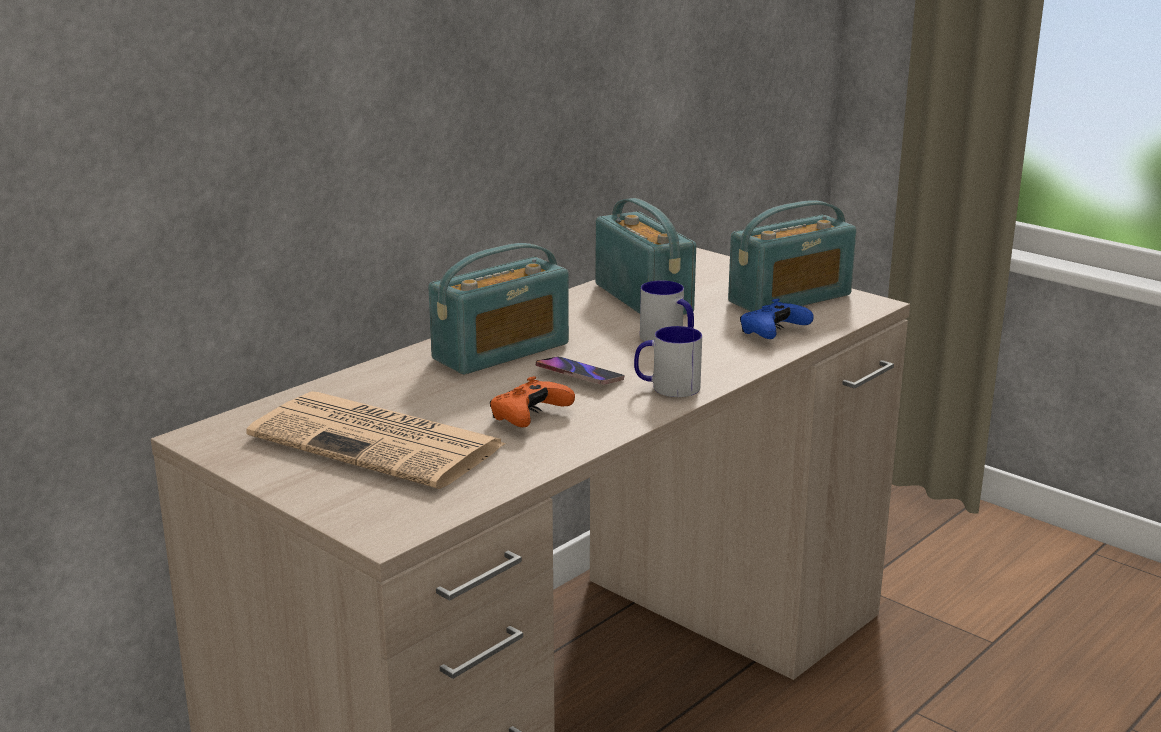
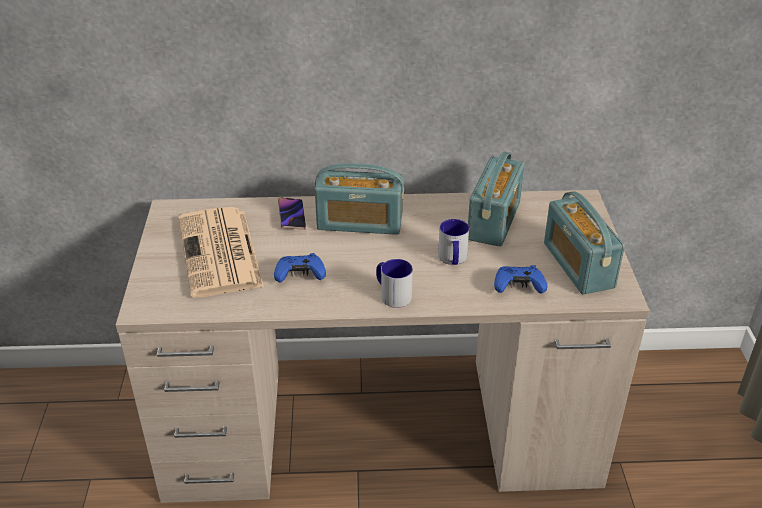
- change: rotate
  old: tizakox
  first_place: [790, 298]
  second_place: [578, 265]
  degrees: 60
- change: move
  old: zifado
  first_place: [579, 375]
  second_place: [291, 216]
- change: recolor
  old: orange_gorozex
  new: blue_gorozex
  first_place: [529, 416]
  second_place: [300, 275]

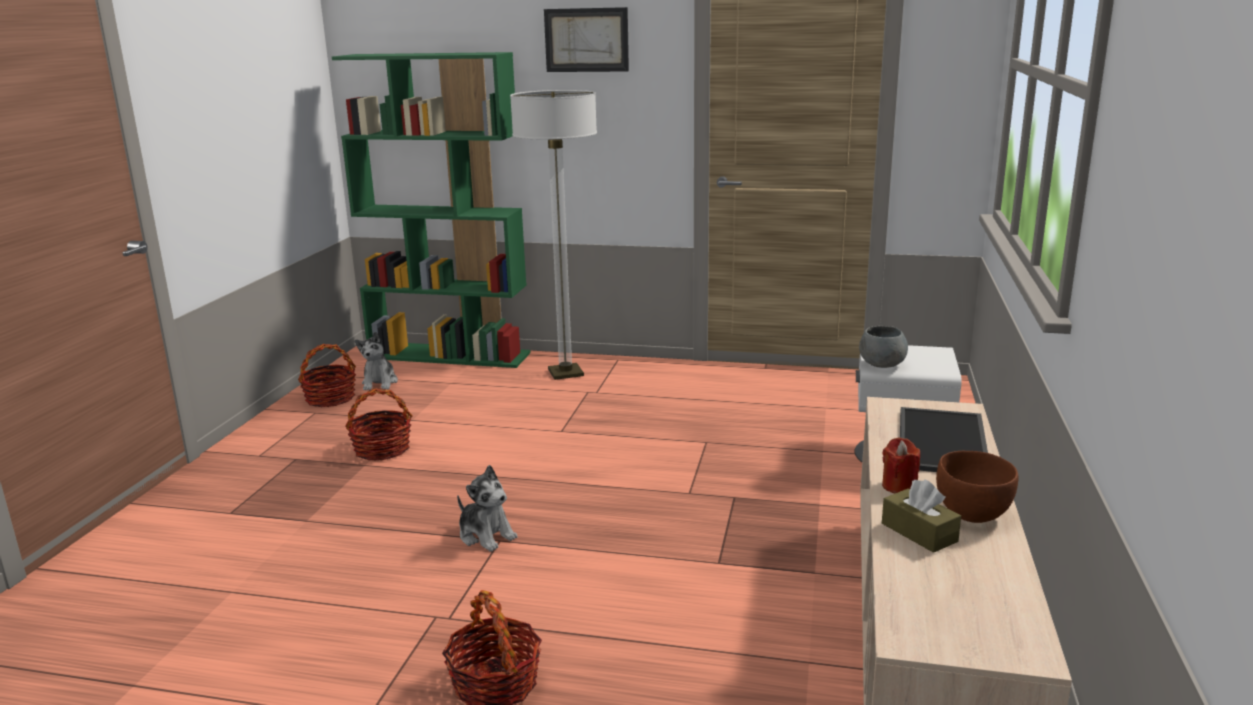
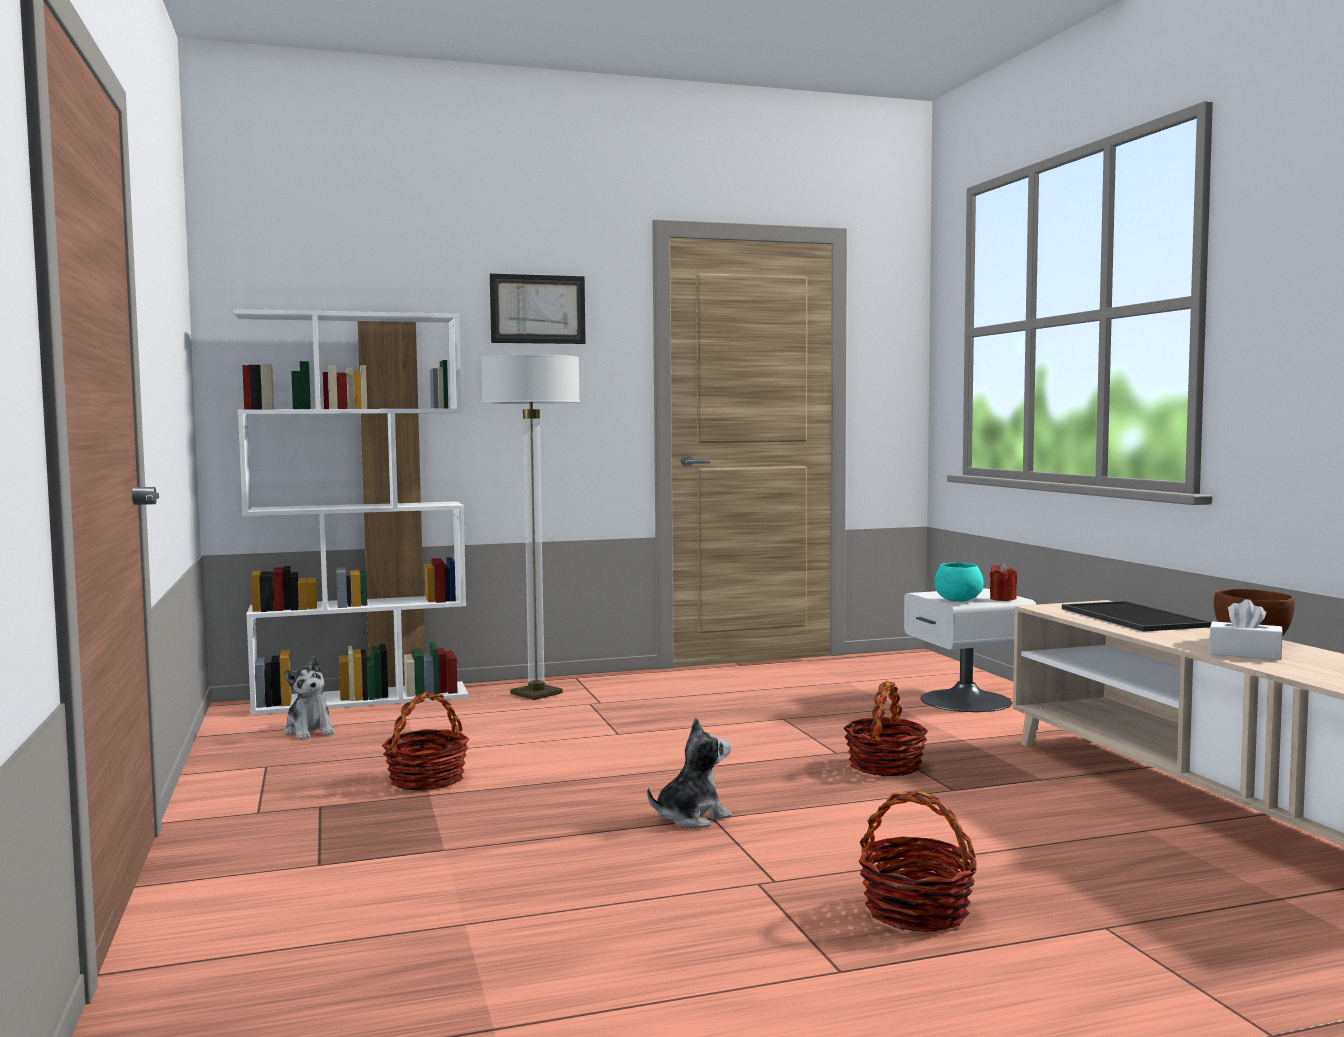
- change: recolor
  old: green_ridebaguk
  new: white_ridebaguk
  first_place: [450, 355]
  second_place: [362, 698]
- change: recolor
  old: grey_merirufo
  new: turquoise_merirufo
  first_place: [881, 365]
  second_place: [957, 600]
- change: move
  old: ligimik
  first_place: [330, 398]
  second_place: [885, 766]
- change: move
  old: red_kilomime
  first_place: [899, 486]
  second_place: [1002, 599]
- change: rotate
  old: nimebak
  first_place: [486, 535]
  second_place: [691, 817]
  degrees: -45
- change: recolor
  old: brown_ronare
  new: white_ronare
  first_place: [919, 532]
  second_place: [1245, 654]

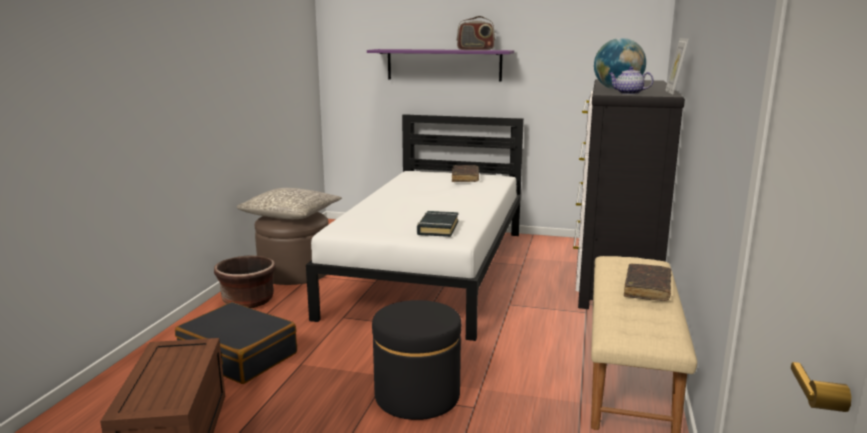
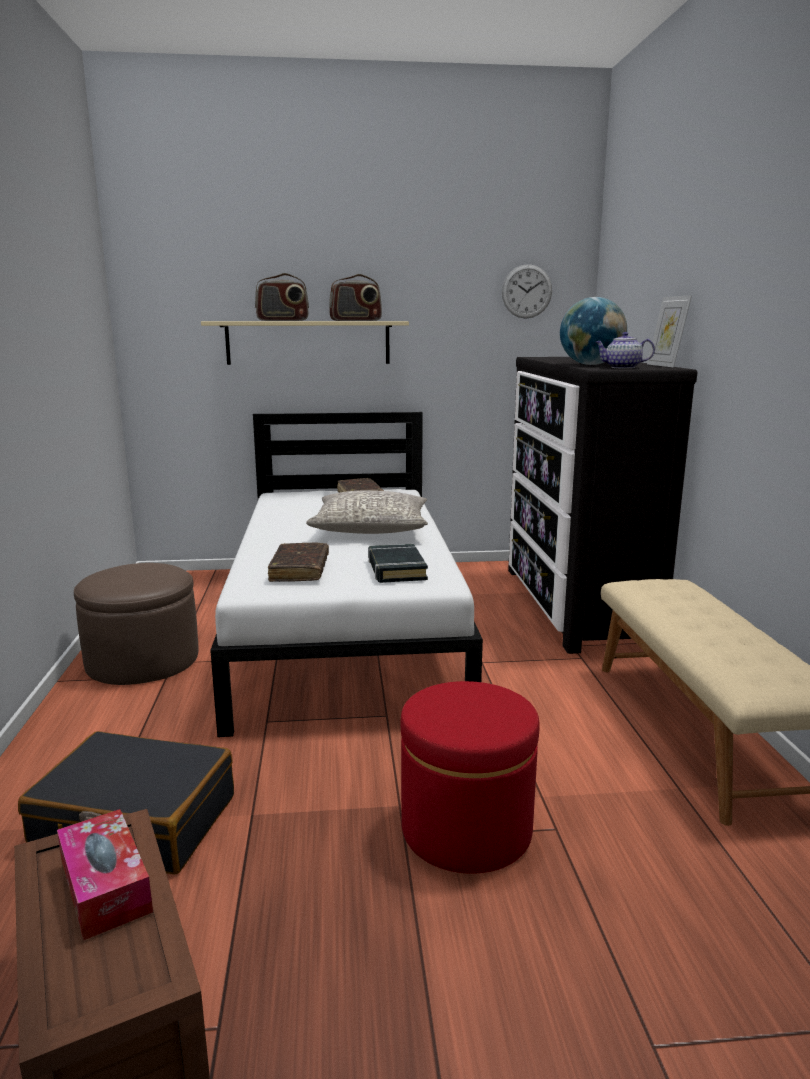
- change: recolor
  old: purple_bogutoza
  new: beige_bogutoza
  first_place: [444, 65]
  second_place: [308, 342]
- change: move
  old: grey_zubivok
  first_place: [291, 215]
  second_place: [371, 528]
- change: delete
  old: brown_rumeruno
  first_place: [248, 301]
- change: move
  old: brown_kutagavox
  first_place: [647, 289]
  second_place: [299, 570]
- change: recolor
  old: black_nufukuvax
  new: red_nufukuvax
  first_place: [417, 396]
  second_place: [466, 829]
- change: insert
  new: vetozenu
  second_place: [526, 291]
- change: insert
  new: tizakox
  second_place: [282, 320]
- change: insert
  new: ronare
  second_place: [105, 886]

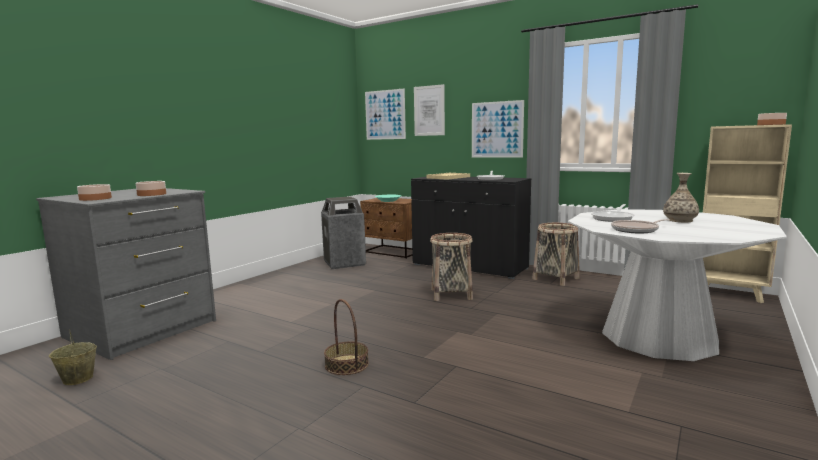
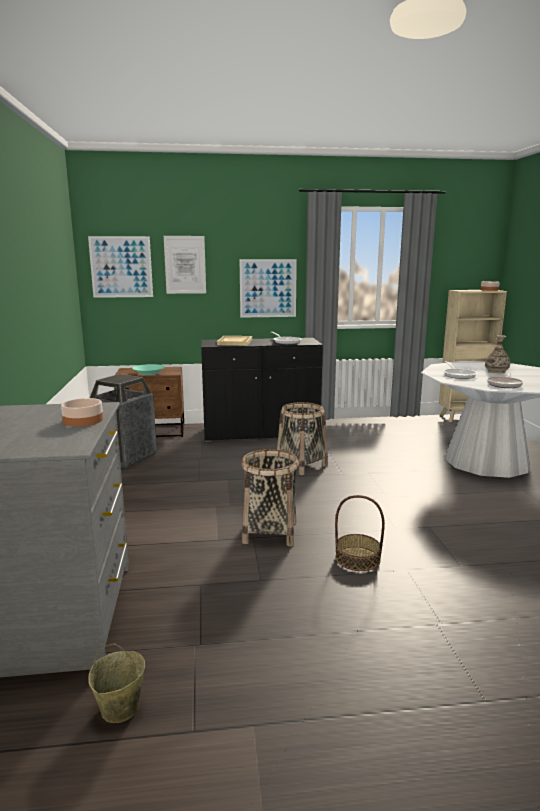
- change: delete
  old: merirufo
  first_place: [96, 198]
- change: move
  old: ligimik
  first_place: [556, 278]
  second_place: [270, 532]

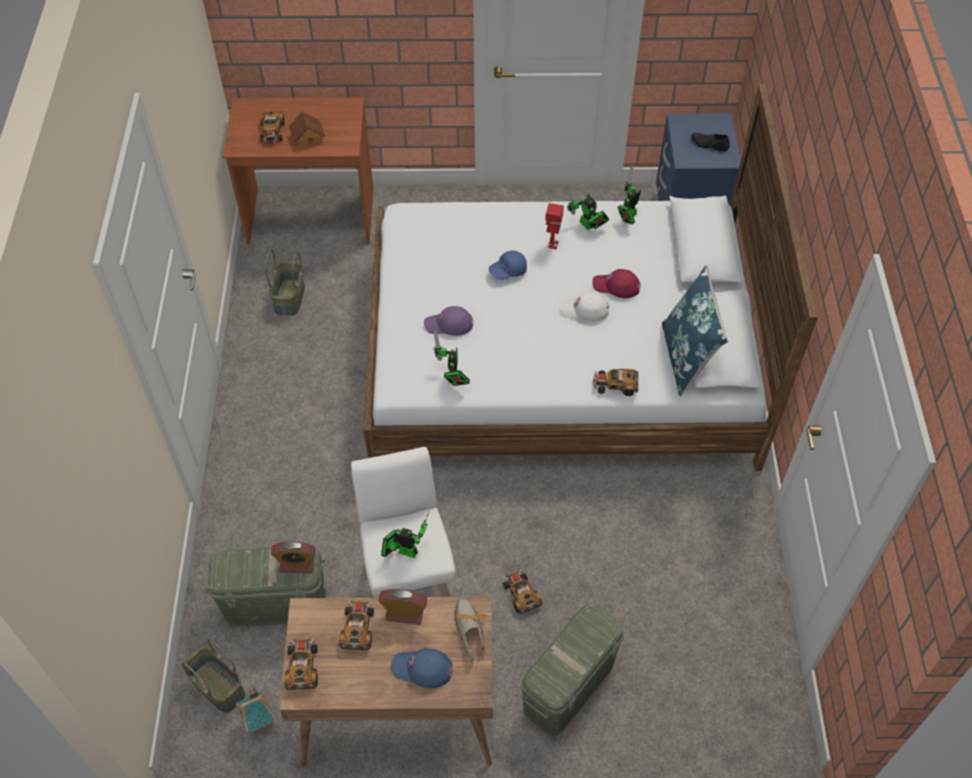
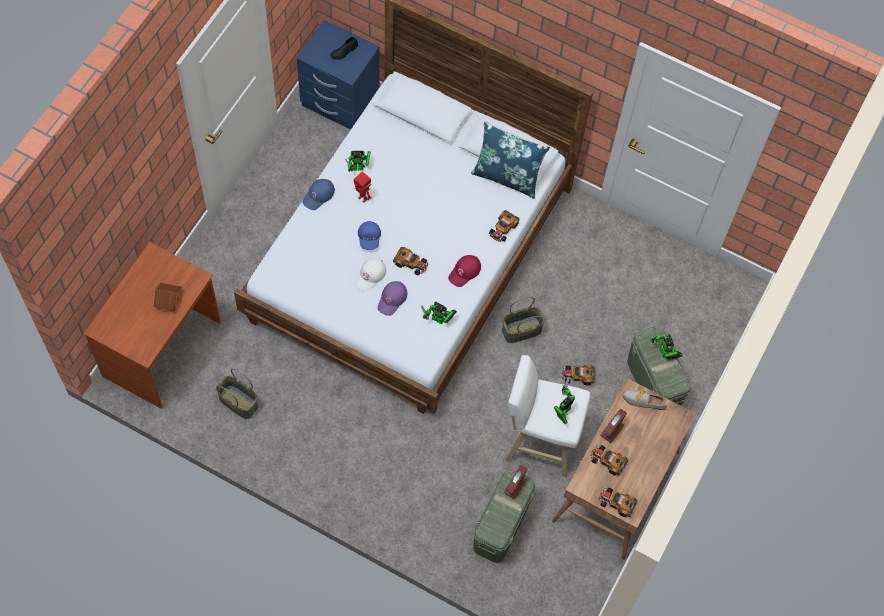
- change: move
  old: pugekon
  first_place: [272, 132]
  second_place: [411, 263]
- change: move
  old: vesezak
  first_place: [627, 218]
  second_place: [664, 353]
- change: move
  old: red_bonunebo
  first_place: [616, 286]
  second_place: [464, 272]
- change: move
  old: white_bonunebo
  first_place: [585, 310]
  second_place: [370, 275]
- change: move
  old: ligimik
  first_place: [217, 687]
  second_place: [521, 331]
- change: move
  old: blue_bonunebo
  first_place: [422, 669]
  second_place: [318, 195]
- change: delete
  old: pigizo
  first_place: [261, 722]

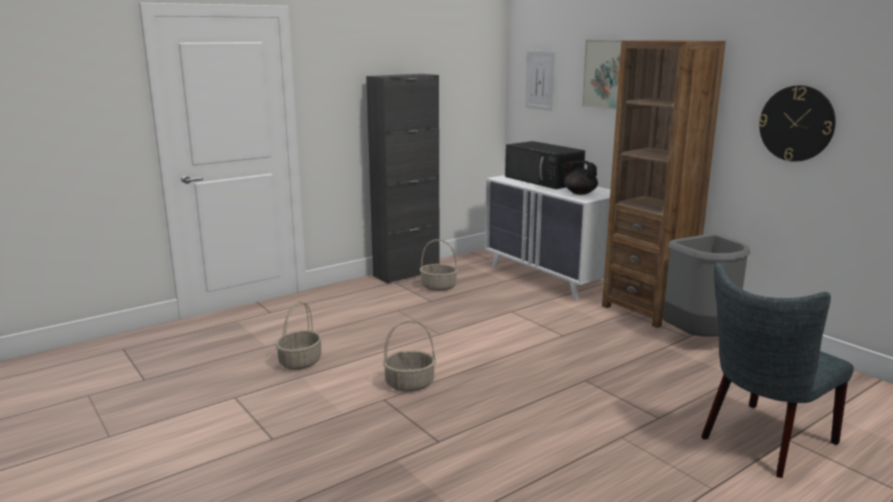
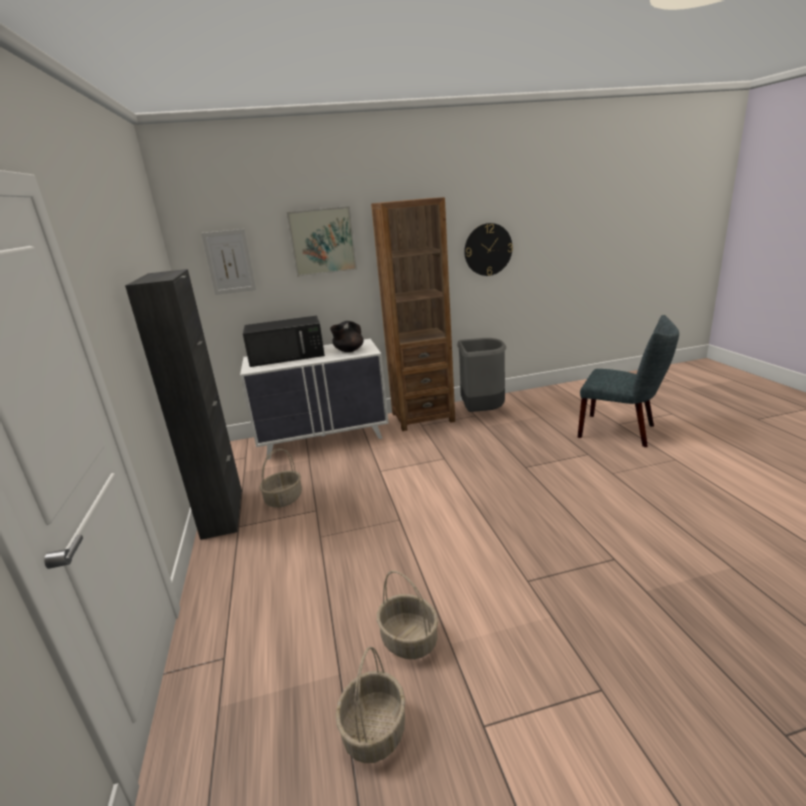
- change: rotate
  old: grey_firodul
  first_place: [762, 442]
  second_place: [622, 431]
  degrees: -45
- change: move
  old: ligimik
  first_place: [409, 384]
  second_place: [375, 732]

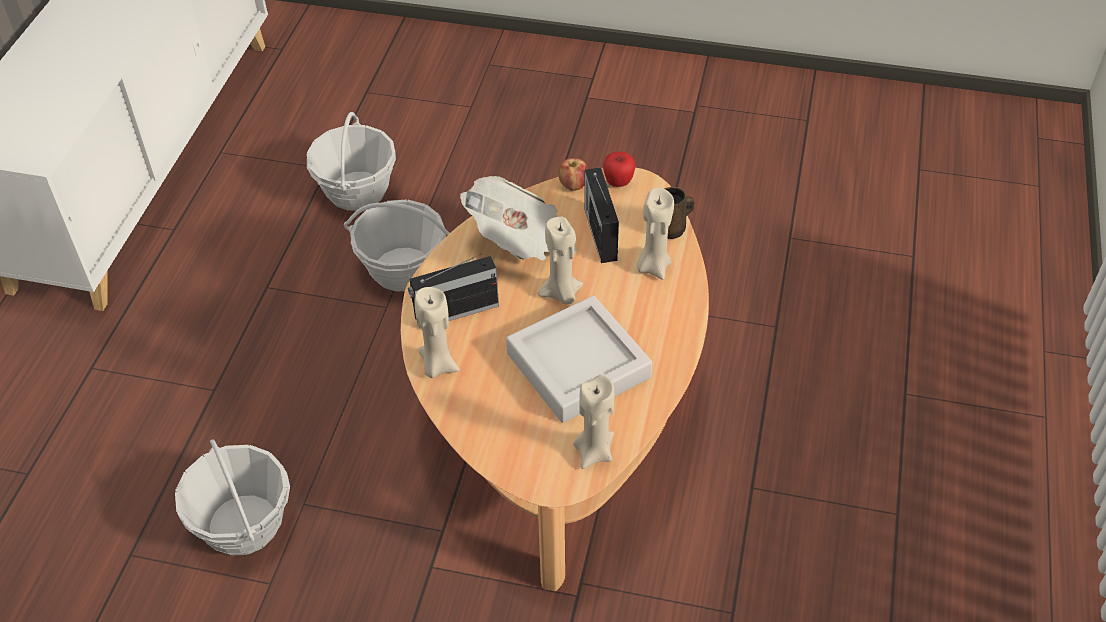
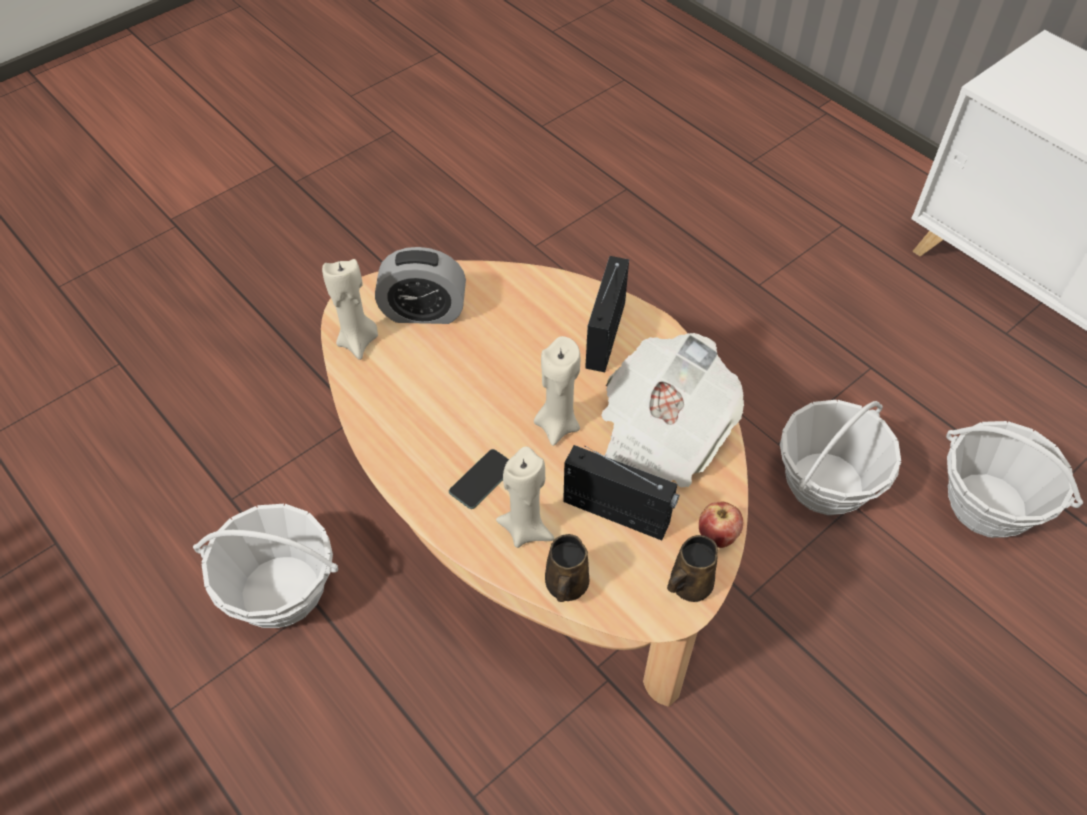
- change: replace
  old: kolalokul
  new: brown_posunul
  first_place: [618, 182]
  second_place: [688, 586]
- change: delete
  old: beige_kilomime
  first_place: [437, 365]
- change: delete
  old: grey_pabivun
  first_place: [578, 365]
- change: move
  old: ligimik
  first_place: [243, 524]
  second_place: [281, 591]
- change: insert
  new: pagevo
  second_place: [424, 312]
- change: insert
  new: zifado
  second_place: [482, 479]

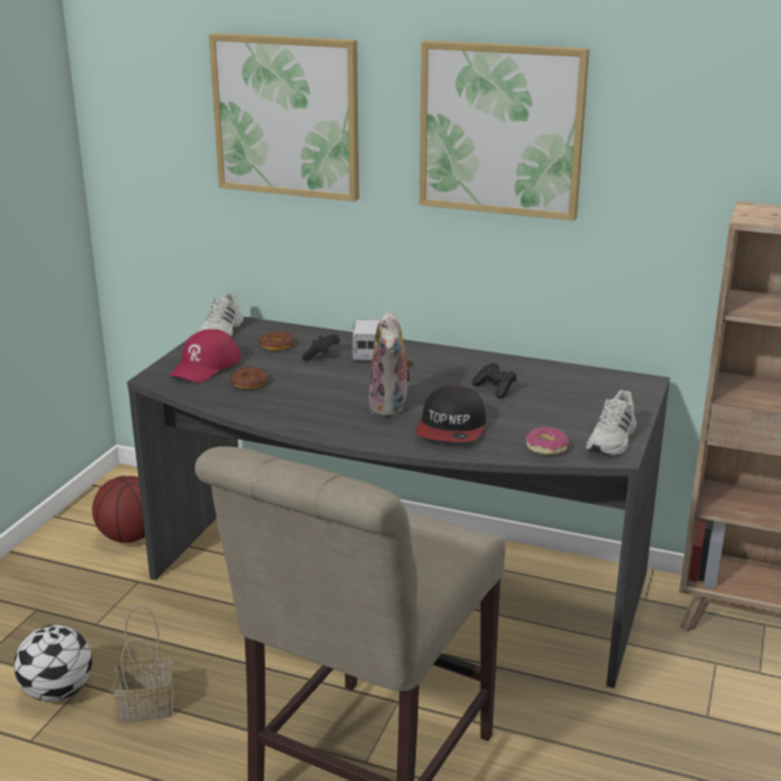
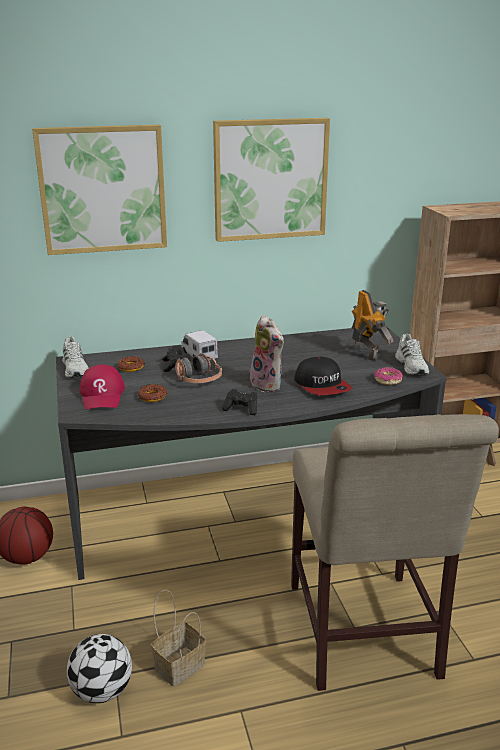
- change: move
  old: black_gorozex
  first_place: [495, 389]
  second_place: [241, 409]
- change: insert
  new: vesezak
  second_place: [366, 353]
- change: insert
  new: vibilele
  second_place: [198, 380]

